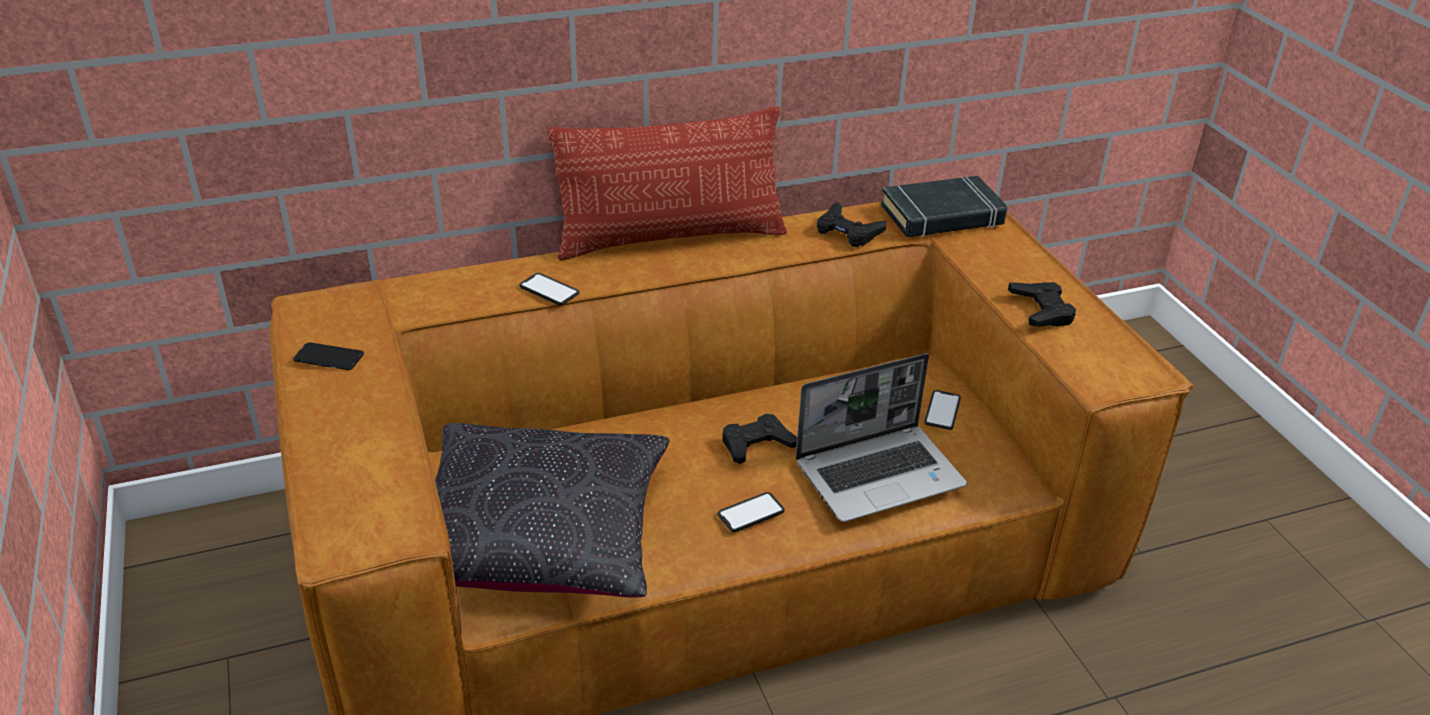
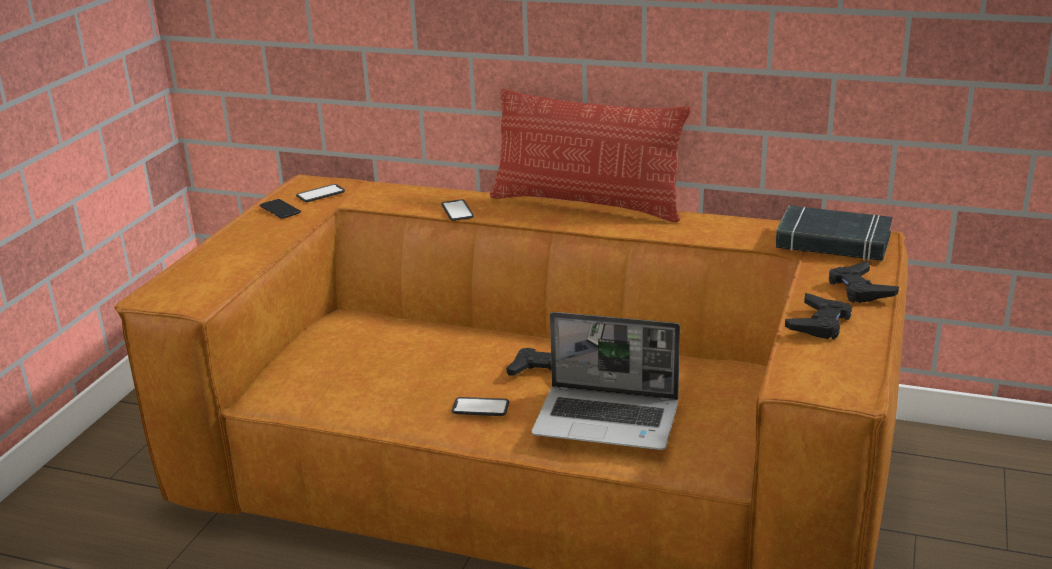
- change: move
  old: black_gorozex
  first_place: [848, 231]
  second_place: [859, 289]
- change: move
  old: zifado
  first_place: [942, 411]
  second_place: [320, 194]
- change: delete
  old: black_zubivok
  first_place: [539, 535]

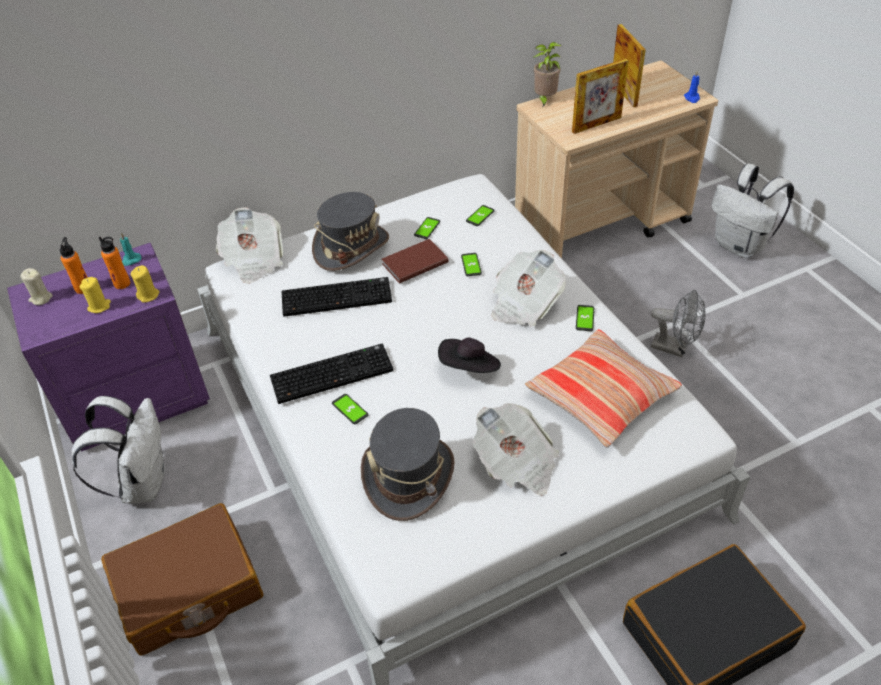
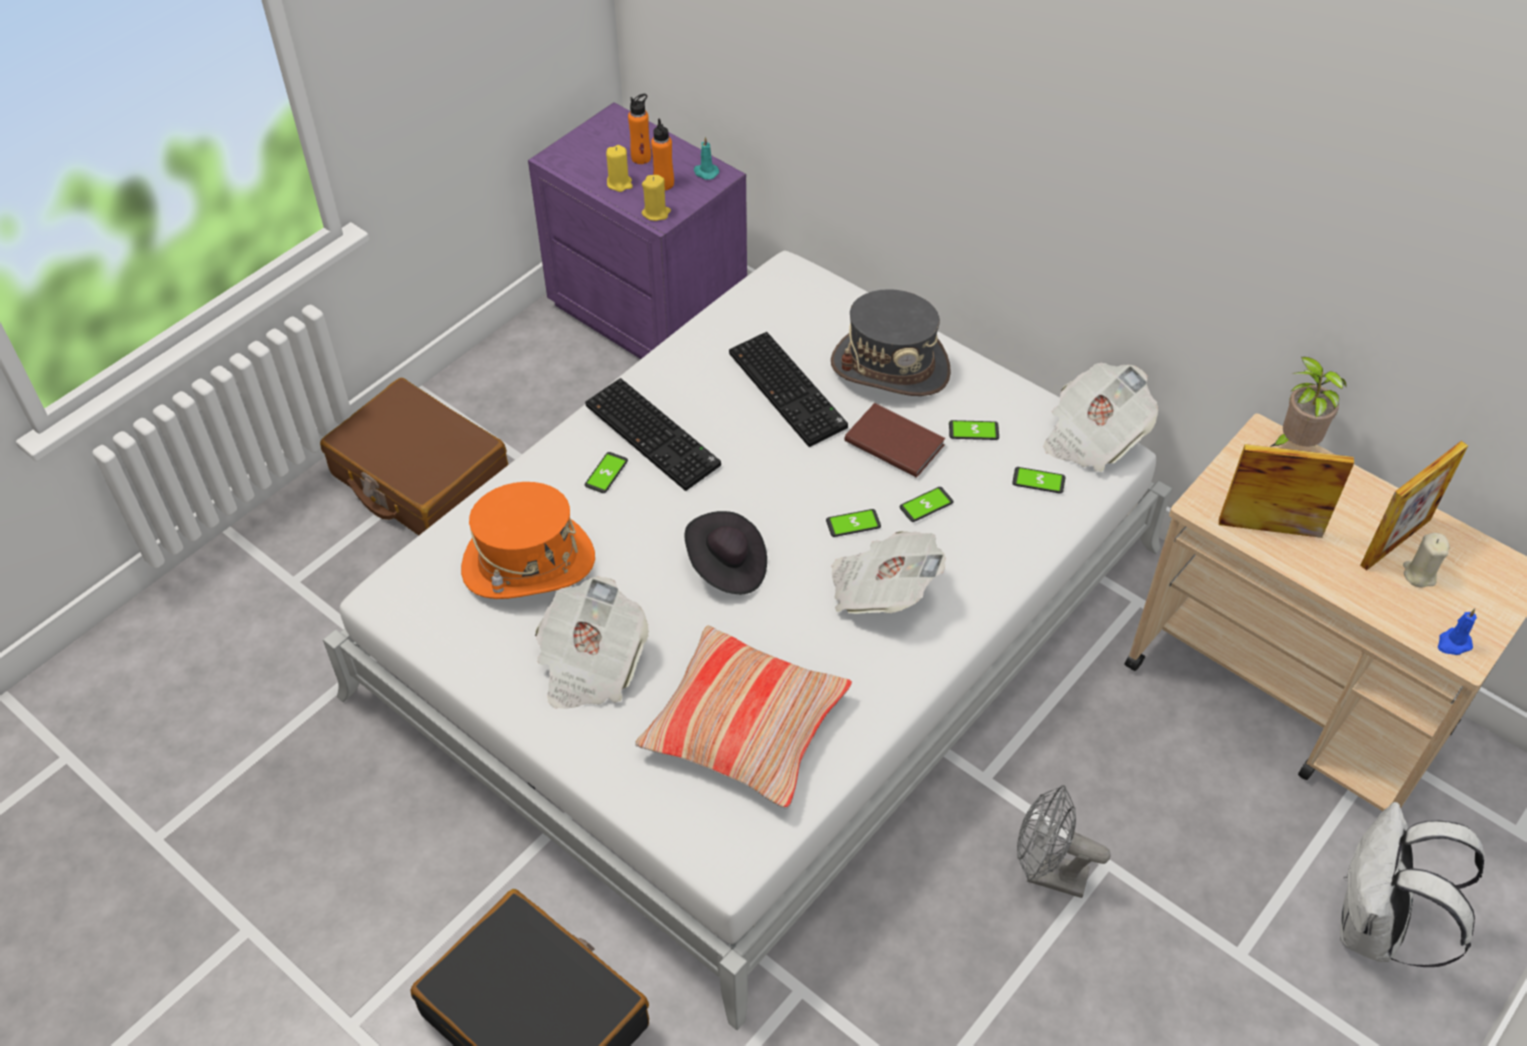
- change: rotate
  old: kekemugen
  first_place: [596, 124]
  second_place: [1270, 528]
  degrees: 150
- change: move
  old: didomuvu
  first_place: [253, 260]
  second_place: [1093, 436]
- change: move
  old: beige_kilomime
  first_place: [41, 298]
  second_place: [1419, 574]
- change: rotate
  old: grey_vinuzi
  first_place: [675, 348]
  second_place: [1047, 874]
  degrees: 105
- change: move
  old: zifado
  first_place: [585, 318]
  second_place: [853, 524]
- change: delete
  old: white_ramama
  first_place: [142, 482]
- change: recolor
  old: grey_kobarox
  new: orange_kobarox
  first_place: [409, 476]
  second_place: [528, 564]

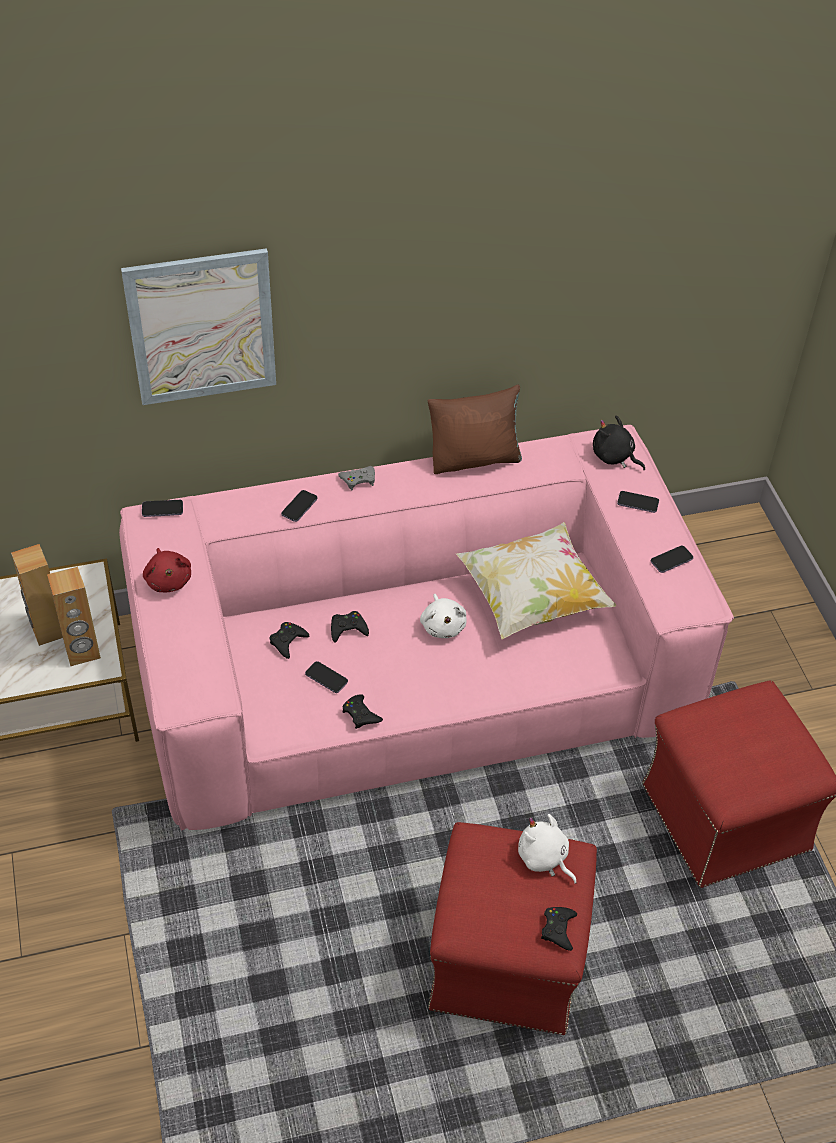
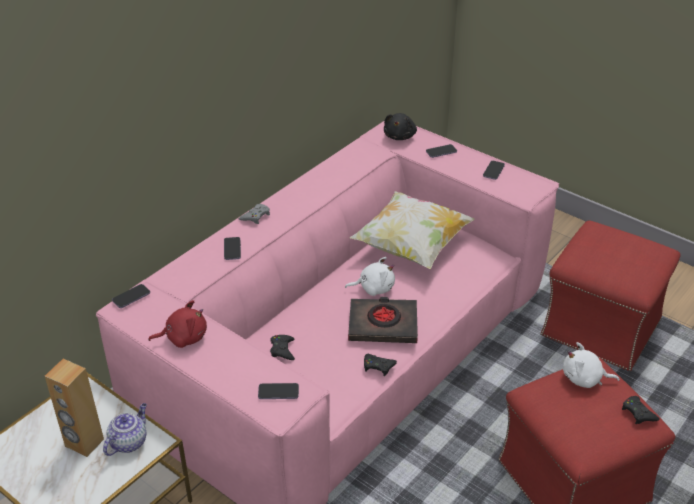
- change: delete
  old: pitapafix
  first_place: [202, 327]
- change: delete
  old: brown_zubivok
  first_place: [474, 459]
- change: rotate
  old: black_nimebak
  first_place: [614, 457]
  second_place: [400, 136]
  degrees: -75
- change: rotate
  old: red_nimebak
  first_place: [168, 579]
  second_place: [183, 337]
  degrees: -45
- change: replace
  old: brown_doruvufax
  new: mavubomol
  first_place: [82, 652]
  second_place: [129, 442]
- change: rotate
  old: white_nimebak
  first_place: [443, 625]
  second_place: [374, 288]
  degrees: -45
- change: delete
  old: black_gorozex
  first_place: [348, 629]
- change: move
  old: zifado
  first_place: [326, 678]
  second_place: [278, 392]
- change: insert
  new: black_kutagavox
  second_place: [383, 325]

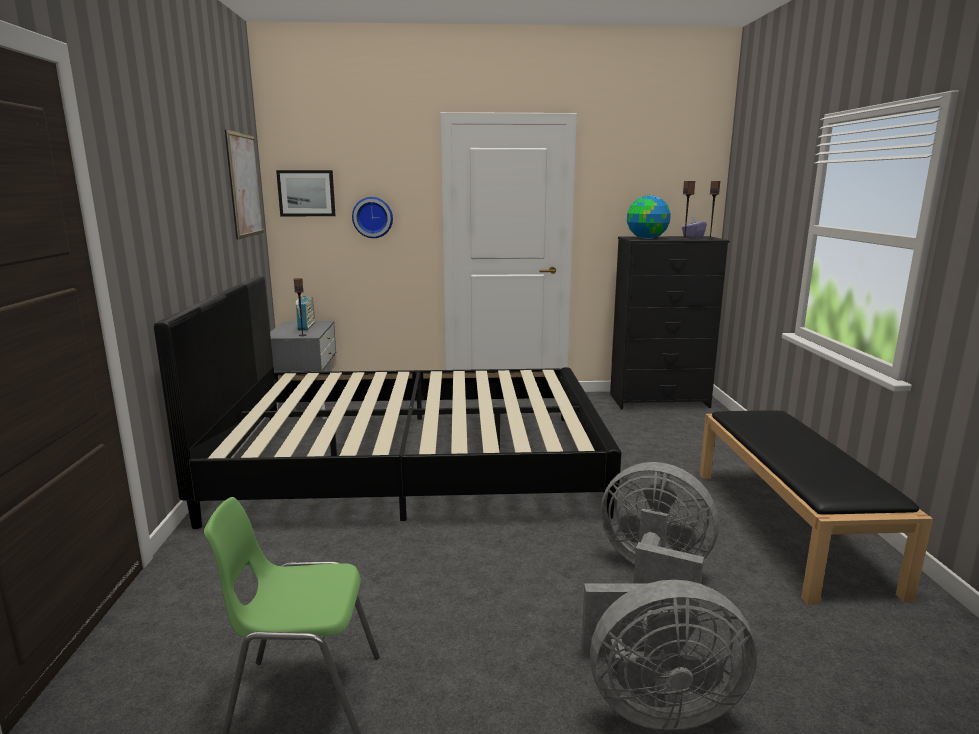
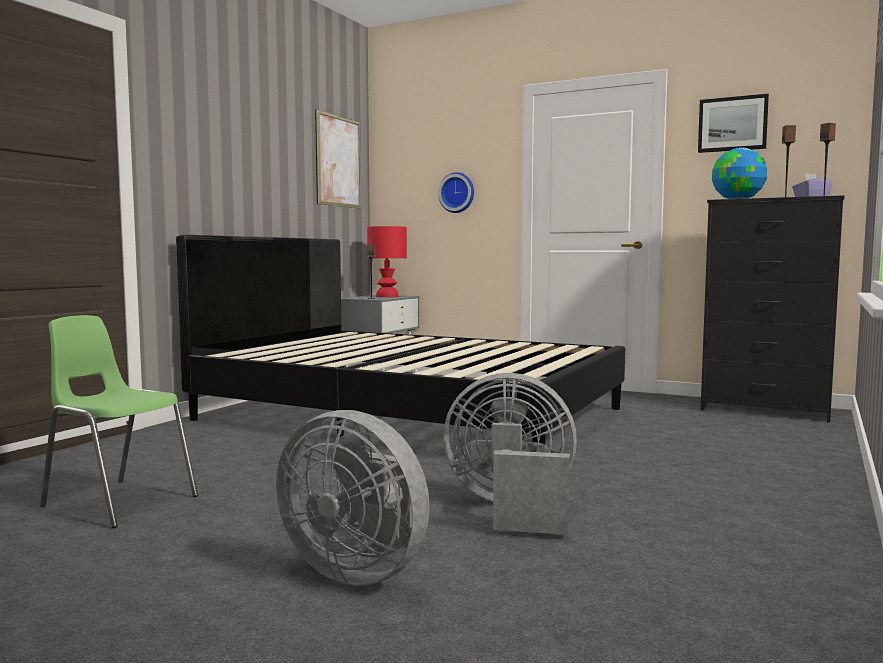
- change: move
  old: pitapafix
  first_place: [306, 193]
  second_place: [732, 124]
- change: replace
  old: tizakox
  new: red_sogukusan
  first_place: [306, 326]
  second_place: [387, 296]
- change: delete
  old: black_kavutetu
  first_place: [789, 527]
- change: rotate
  old: grey_vinuzi
  first_place: [655, 577]
  second_place: [512, 509]
  degrees: -45

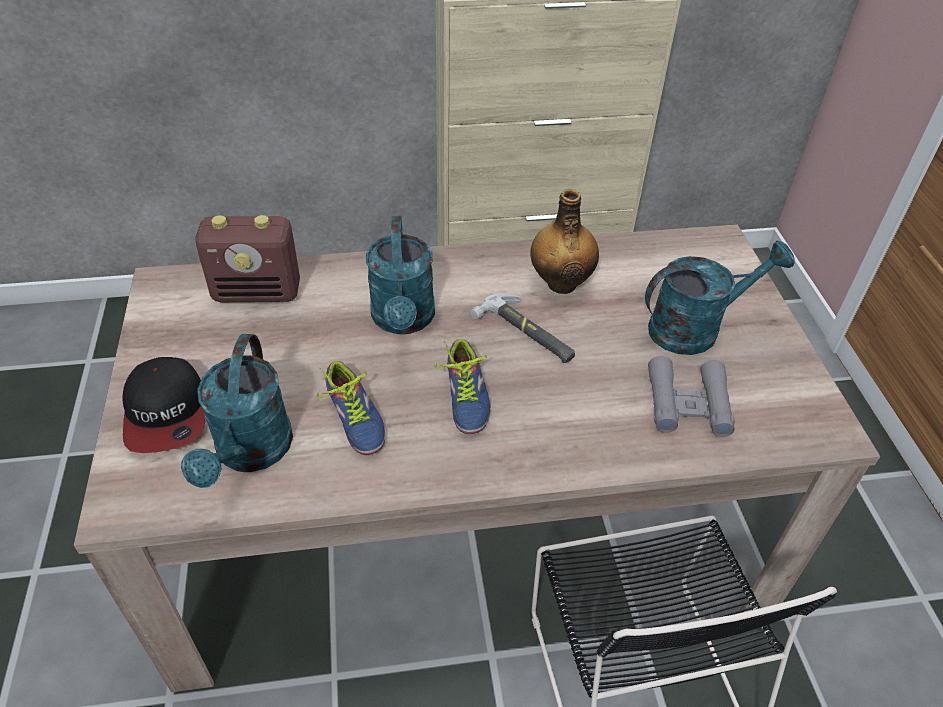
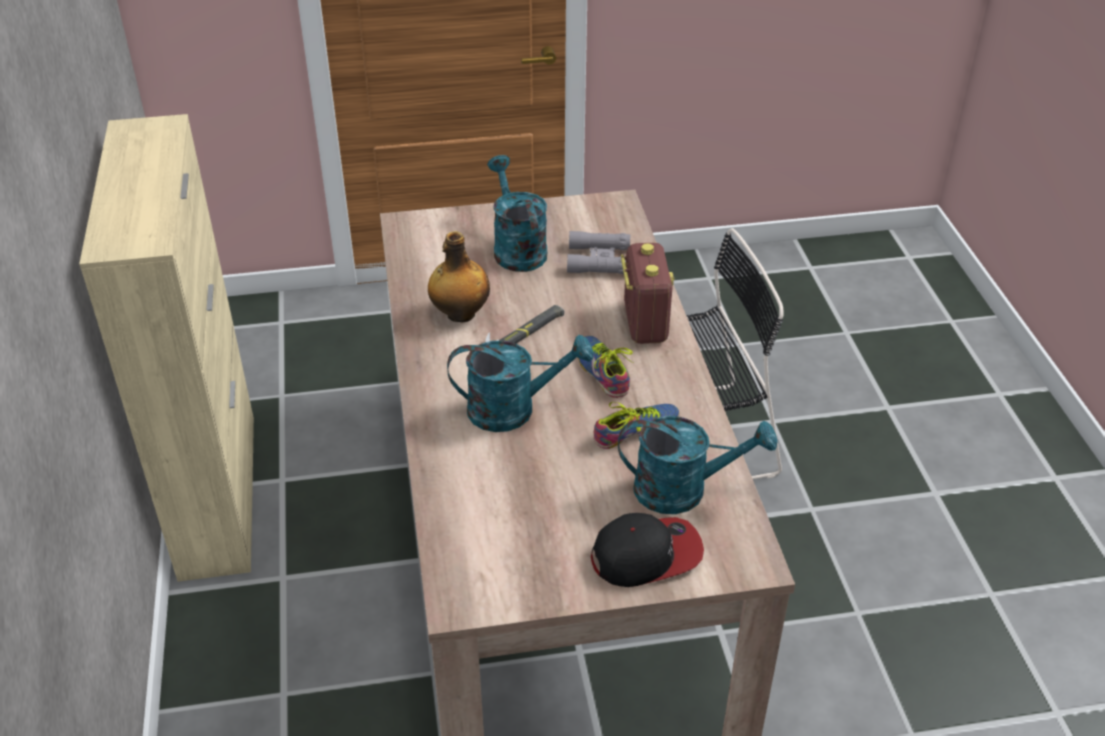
- change: move
  old: tizakox
  first_place: [258, 292]
  second_place: [644, 322]
- change: rotate
  old: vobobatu
  first_place: [463, 397]
  second_place: [605, 370]
  degrees: -105

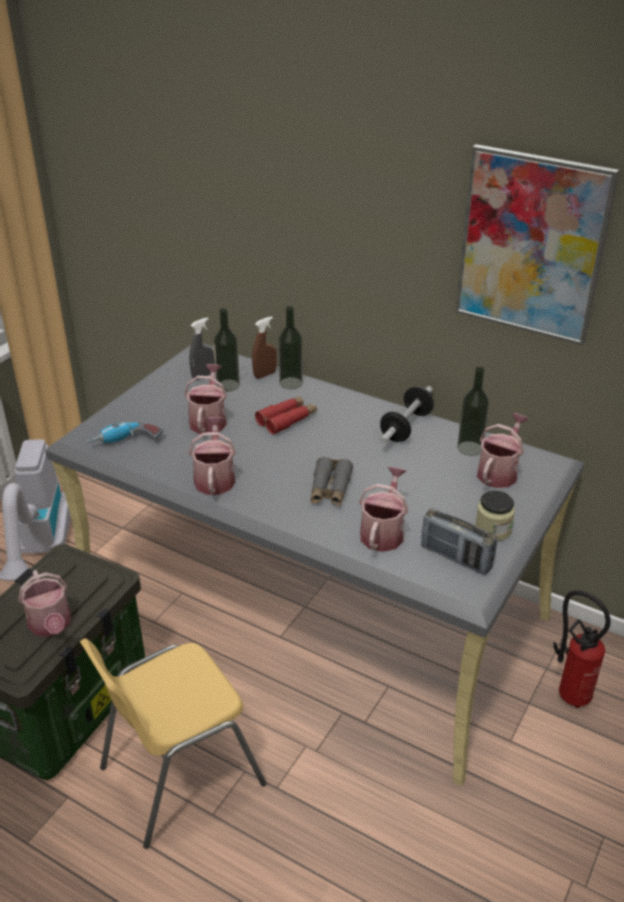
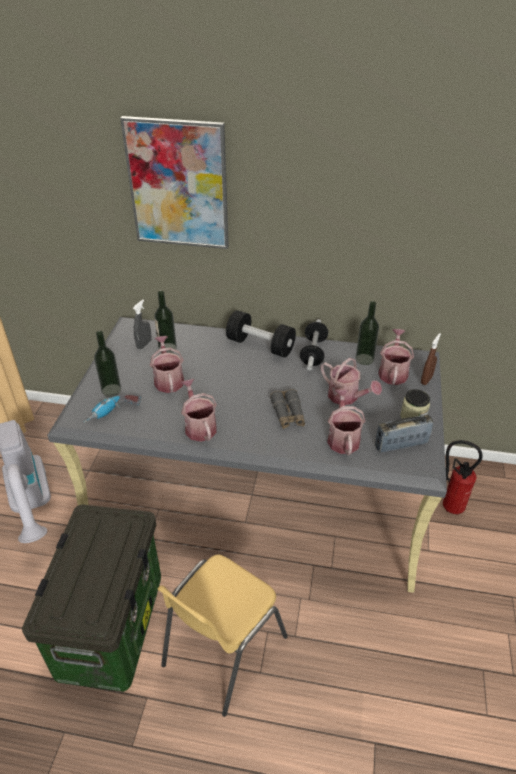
- change: move
  old: pitapafix
  first_place: [531, 245]
  second_place: [178, 184]
- change: move
  old: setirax
  first_place: [291, 383]
  second_place: [111, 390]
- change: move
  old: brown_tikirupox
  first_place: [265, 375]
  second_place: [426, 380]
- change: delete
  old: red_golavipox
  first_place: [287, 419]
- change: rotate
  old: tizakox
  first_place: [456, 558]
  second_place: [401, 444]
  degrees: 150
- change: move
  old: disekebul
  first_place: [51, 625]
  second_place: [346, 397]
- change: insert
  new: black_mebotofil
  second_place: [260, 345]

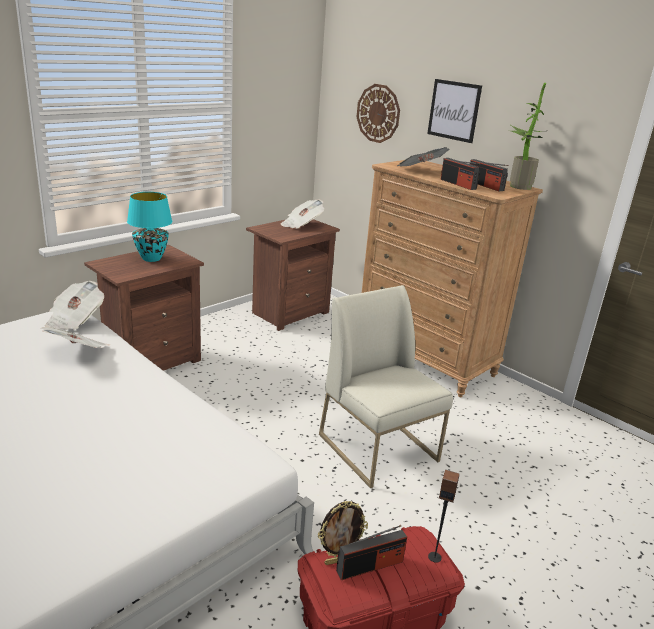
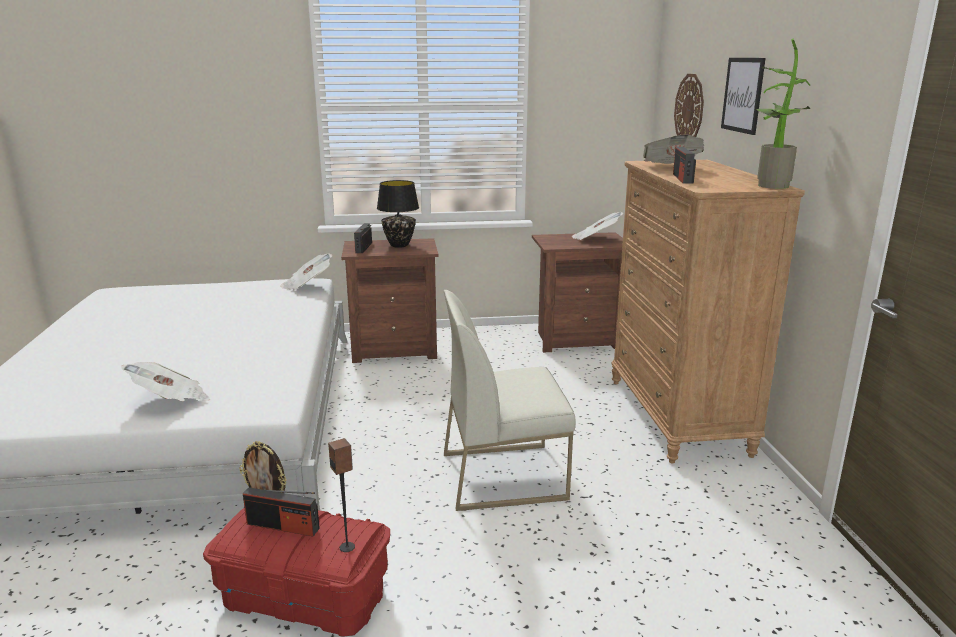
- change: move
  old: tizakox
  first_place: [485, 185]
  second_place: [363, 247]
- change: recolor
  old: turquoise_sogukusan
  new: black_sogukusan
  first_place: [151, 259]
  second_place: [399, 245]
- change: rotate
  old: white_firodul
  first_place: [379, 448]
  second_place: [504, 475]
  degrees: -105
- change: move
  old: didomuvu
  first_place: [78, 352]
  second_place: [171, 400]

